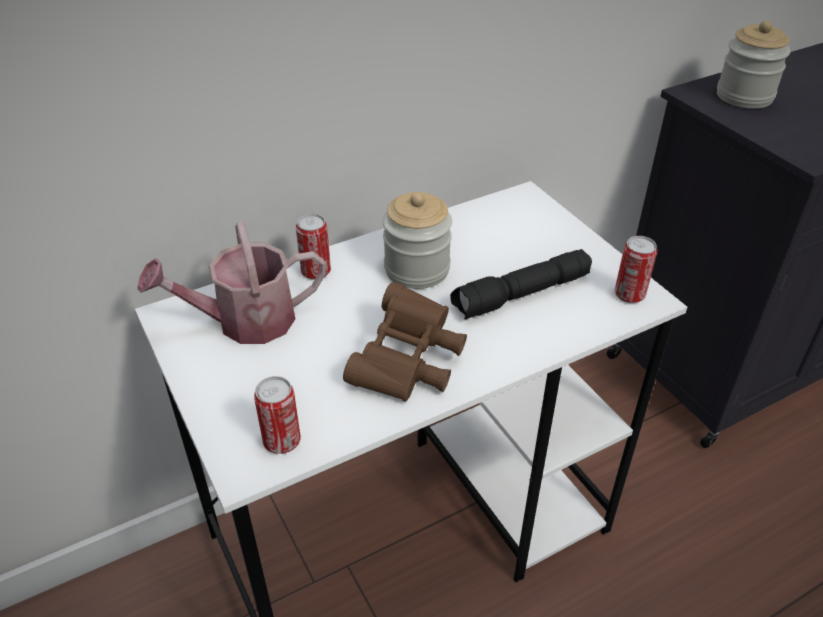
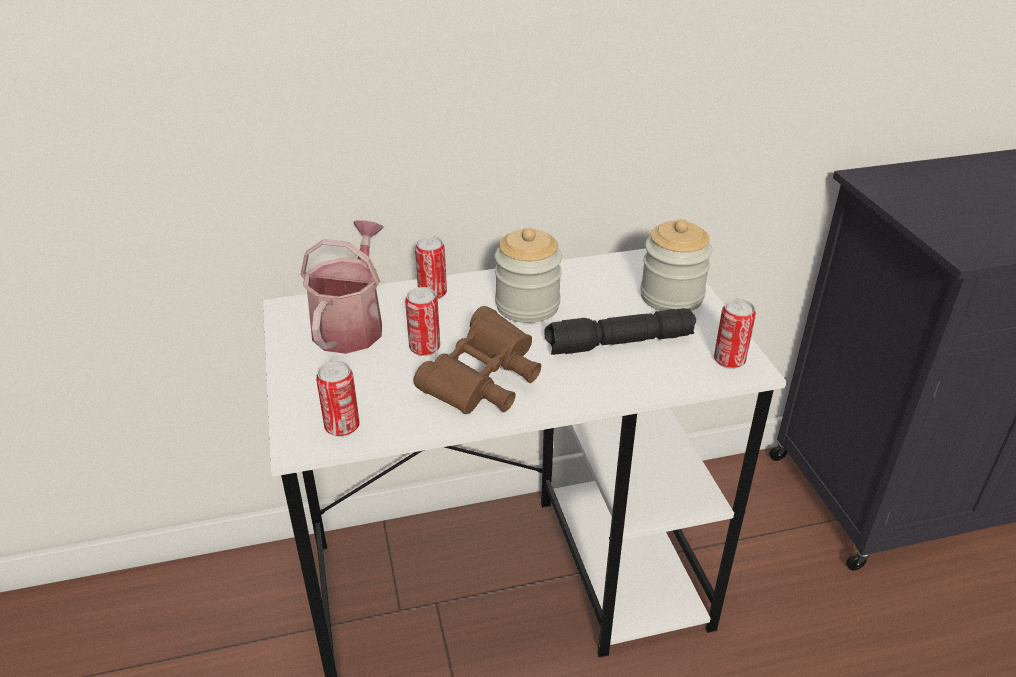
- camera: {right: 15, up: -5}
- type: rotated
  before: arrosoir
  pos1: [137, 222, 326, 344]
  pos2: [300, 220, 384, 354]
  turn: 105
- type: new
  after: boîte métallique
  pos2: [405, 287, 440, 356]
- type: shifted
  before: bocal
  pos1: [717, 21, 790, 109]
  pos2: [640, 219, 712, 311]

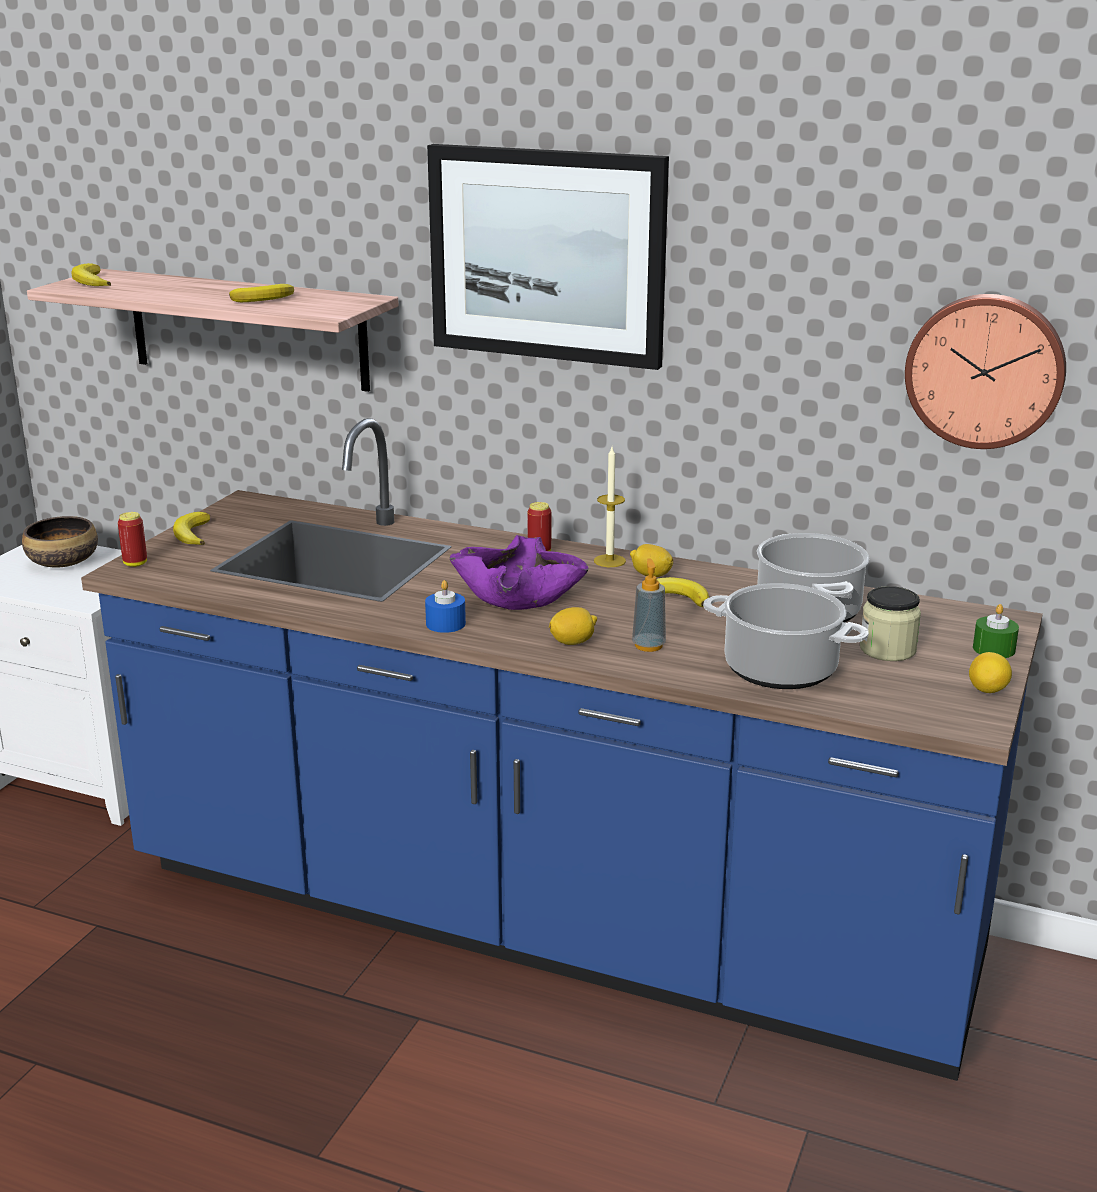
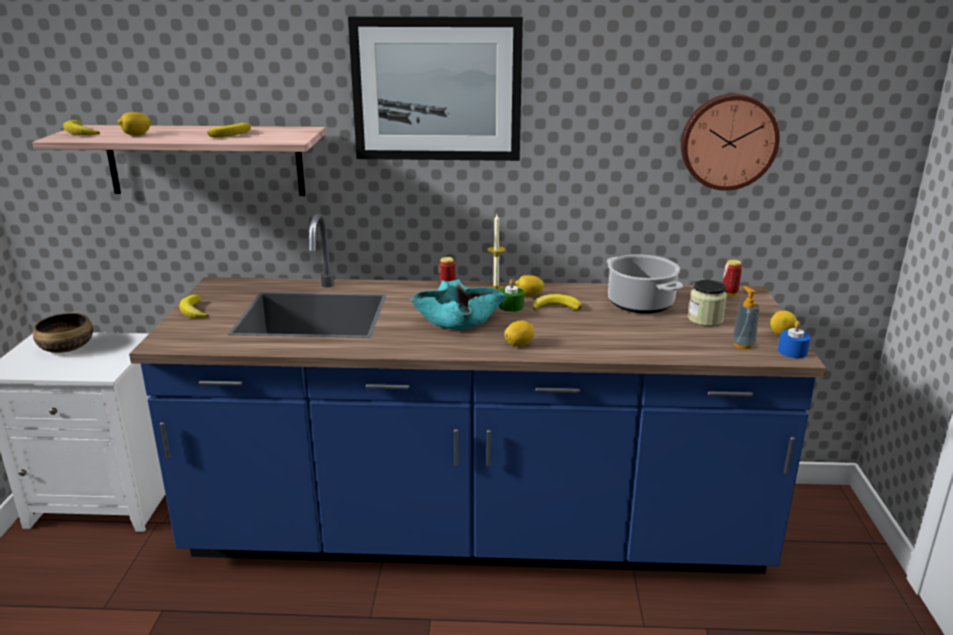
- camera: {right: -20, up: 0}
- type: new
  after: citron
  pos2: [118, 112, 151, 135]
- type: repainted
  before: bol [violet]
  after: bol [turquoise]
  pos1: [449, 535, 589, 610]
  pos2: [411, 279, 506, 330]
- type: shifted
  before: bougie [vert]
  pos1: [973, 604, 1019, 658]
  pos2: [499, 279, 524, 312]
- type: shifted
  before: boîte métallique
  pos1: [118, 512, 147, 567]
  pos2: [723, 260, 742, 296]
- type: shifted
  before: distributeur de savon
  pos1: [632, 558, 666, 652]
  pos2: [732, 286, 759, 349]
- type: shifted
  before: bougie [bleu]
  pos1: [425, 580, 466, 633]
  pos2: [778, 321, 811, 358]
- type: gone
  before: marmite
  pos1: [703, 583, 869, 689]

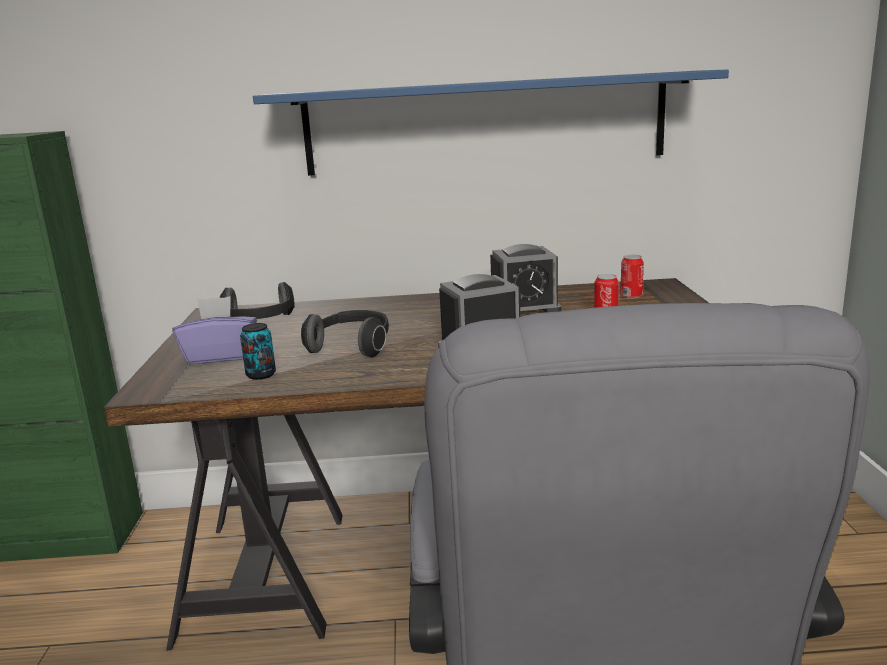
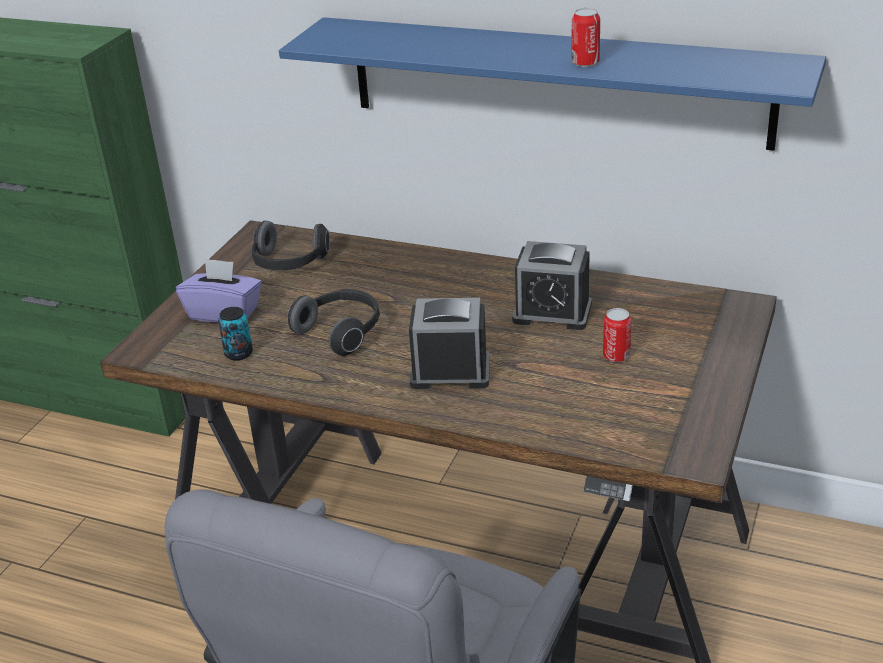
- camera: {right: 25, up: 15}
- type: shifted
  before: boîte métallique
  pos1: [620, 255, 644, 298]
  pos2: [571, 8, 600, 67]

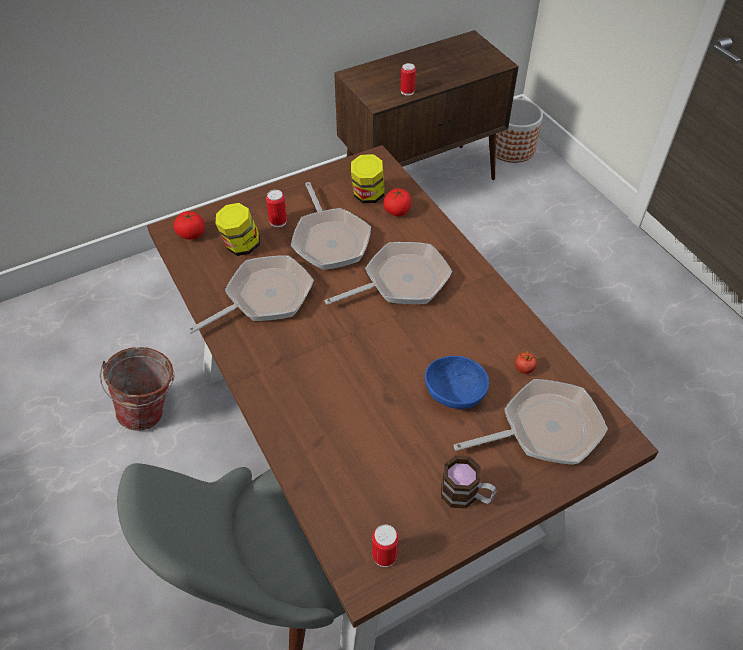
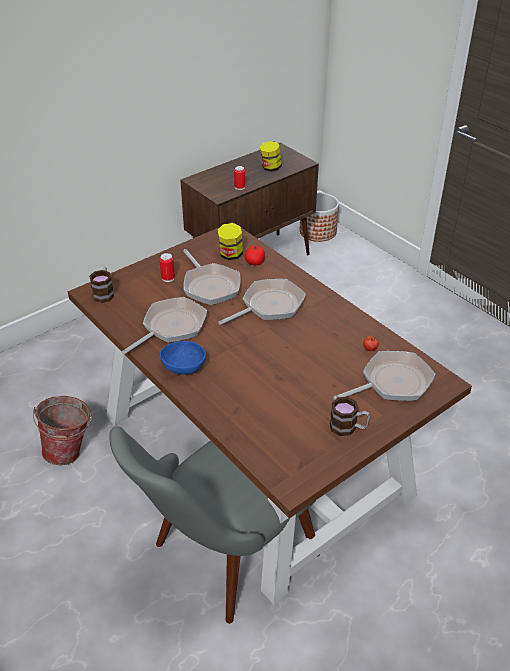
- camera: {right: -10, up: -10}
- type: swapped
  before: tomate
  after: mug
  pos1: [174, 211, 205, 240]
  pos2: [89, 267, 114, 303]
- type: shifted
  before: bol [bleu]
  pos1: [425, 356, 489, 409]
  pos2: [160, 341, 206, 375]
- type: shifted
  before: bocal
  pos1: [216, 203, 260, 256]
  pos2: [260, 141, 282, 172]
- type: gone
  before: boîte métallique
  pos1: [372, 525, 399, 567]

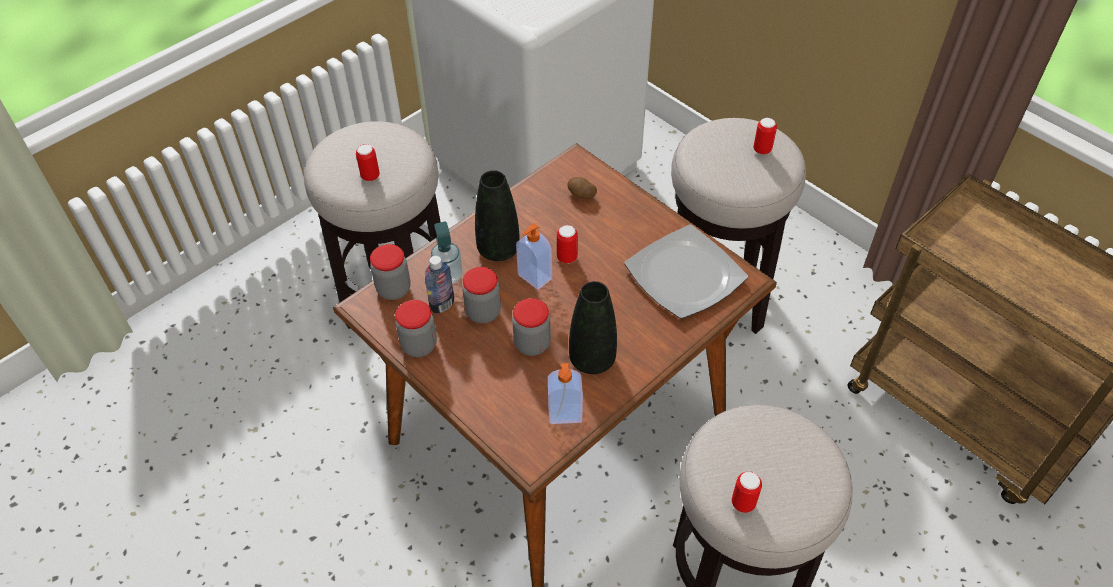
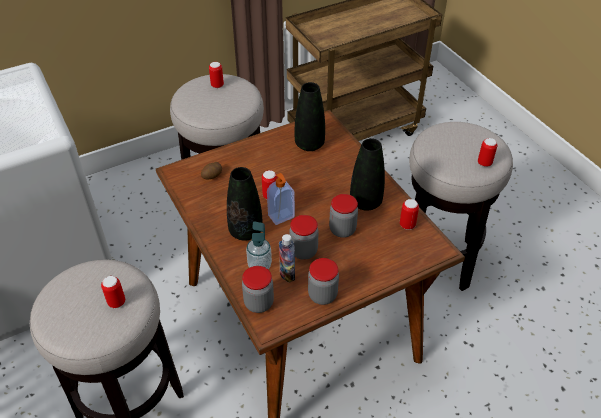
- camera: {right: -75, up: -5}
- type: swapped
  before: assiette
  after: vase [noir]
  pos1: [624, 224, 748, 319]
  pos2: [295, 82, 325, 151]
- type: swapped
  before: distributeur de savon
  after: boîte métallique
  pos1: [548, 363, 583, 424]
  pos2: [400, 199, 419, 230]

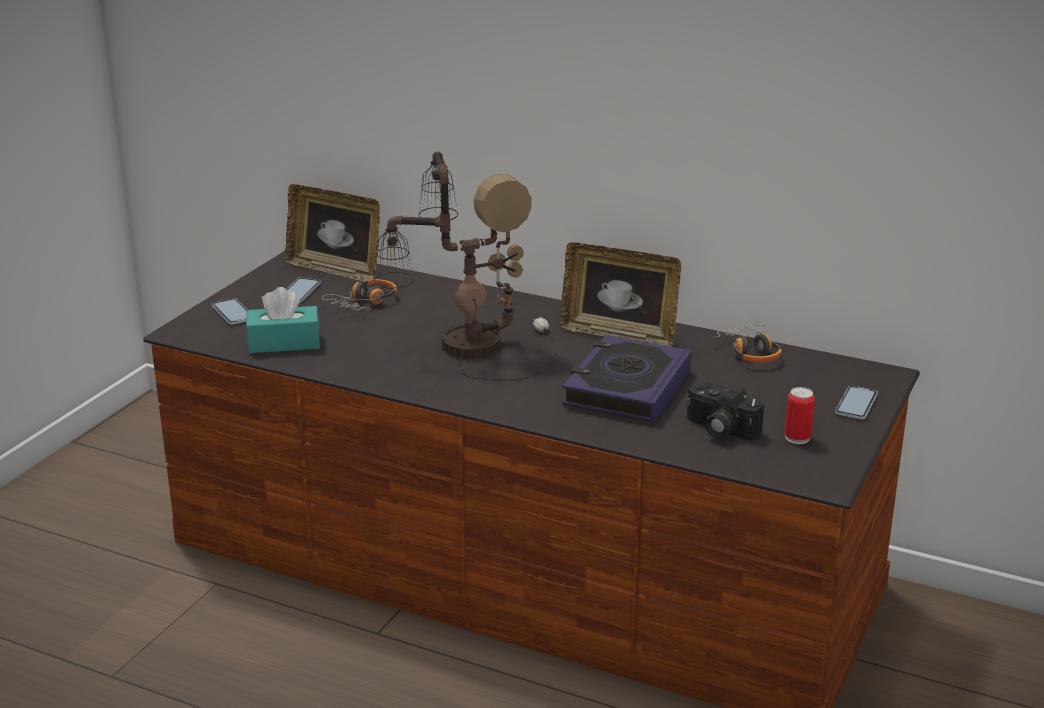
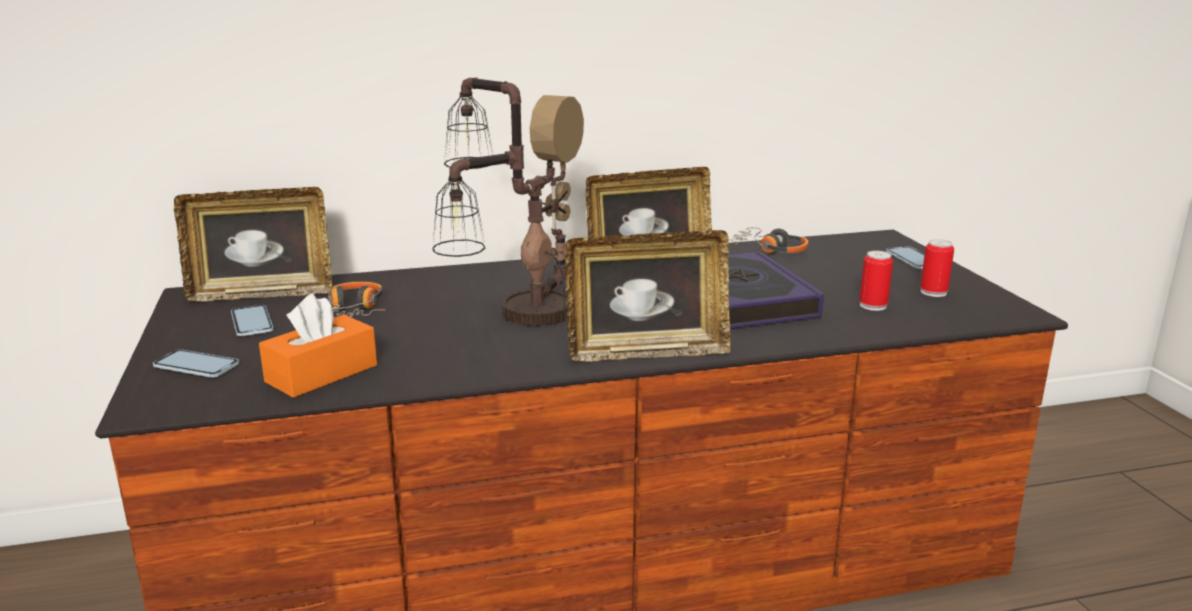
- camera: {right: -40, up: -5}
- type: repainted
  before: boîte à mouchoirs [turquoise]
  after: boîte à mouchoirs [orange]
  pos1: [246, 287, 320, 353]
  pos2: [259, 294, 377, 398]
- type: new
  after: cadre photo
  pos2: [565, 230, 731, 362]
- type: swapped
  before: appareil photo
  after: boîte métallique
  pos1: [686, 382, 764, 441]
  pos2: [859, 251, 893, 311]

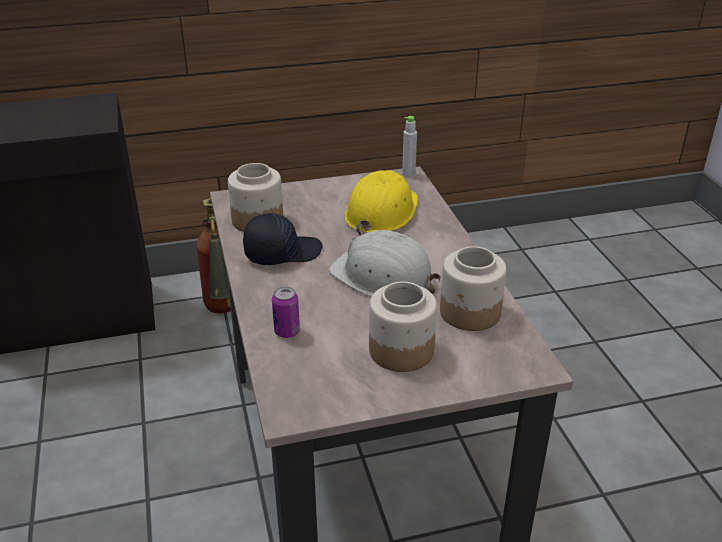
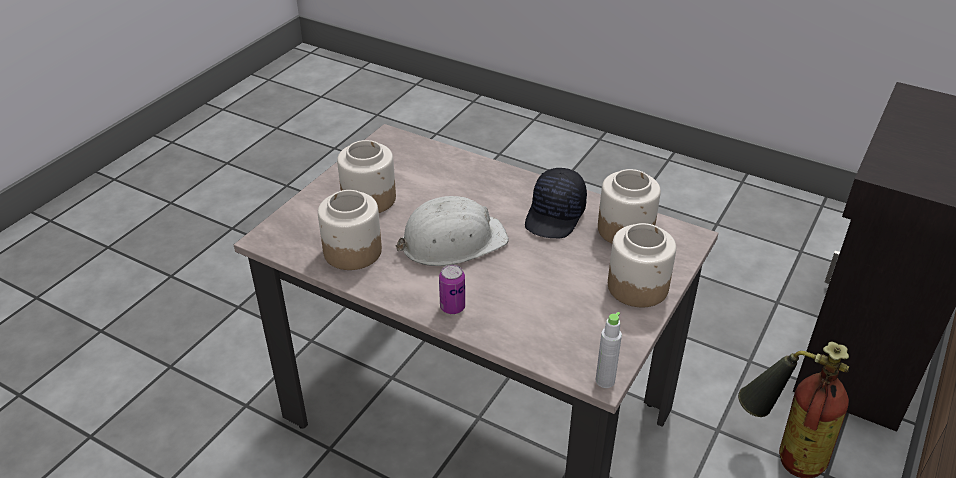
- camera: {right: 135, up: 5}
- type: shifted
  before: boîte métallique
  pos1: [272, 287, 300, 338]
  pos2: [439, 264, 465, 314]
- type: new
  after: bocal
  pos2: [608, 223, 676, 307]
- type: gone
  before: casque de chantier [jaune]
  pos1: [344, 170, 418, 235]

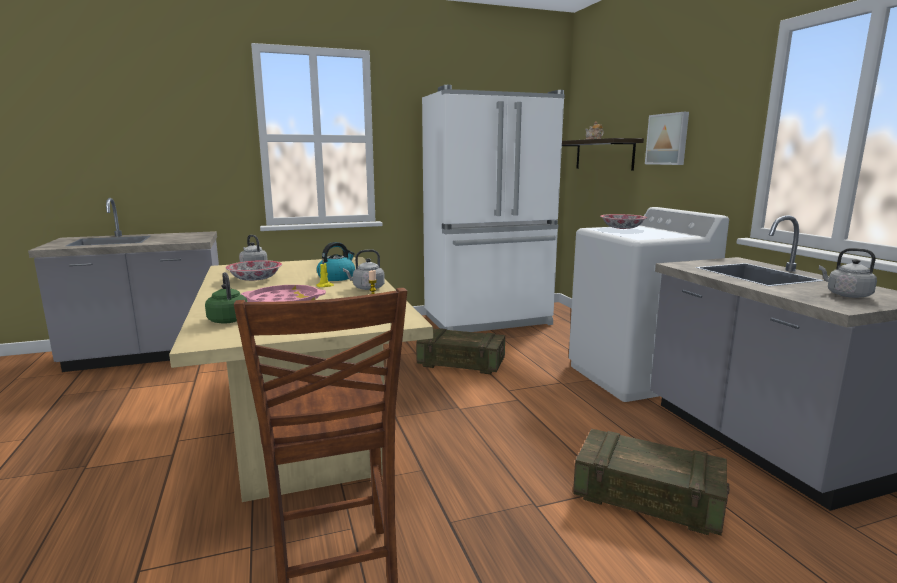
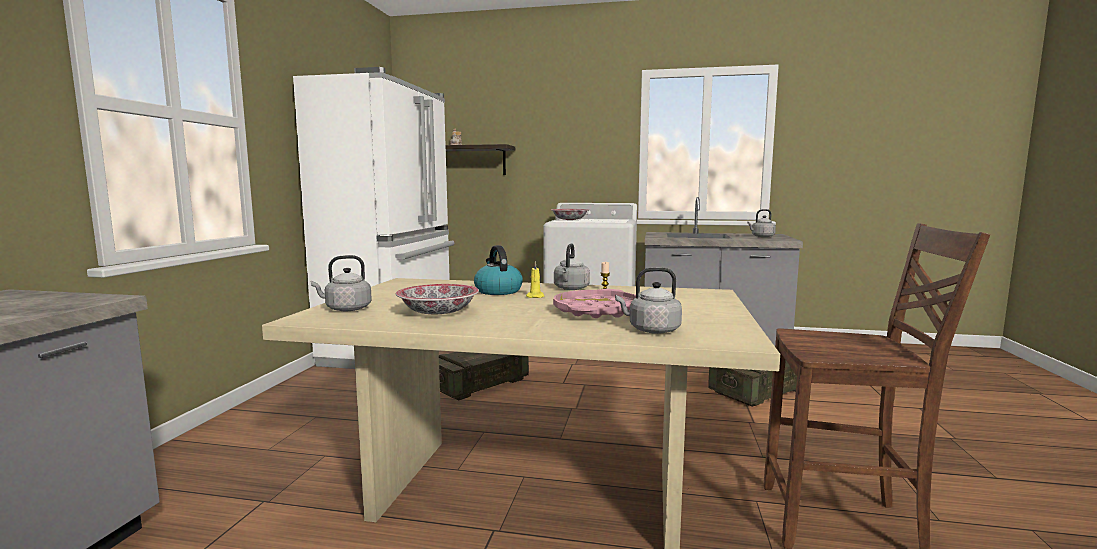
- camera: {right: -60, up: -5}
- type: repainted
  before: bouilloire [vert]
  after: bouilloire [gris]
  pos1: [205, 272, 247, 324]
  pos2: [615, 267, 682, 334]
- type: gone
  before: tableau
  pos1: [645, 112, 689, 165]

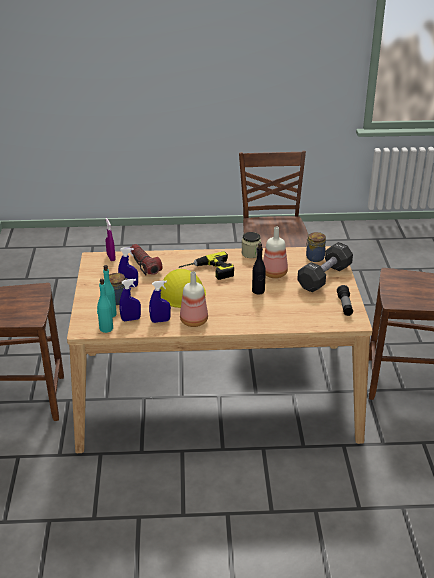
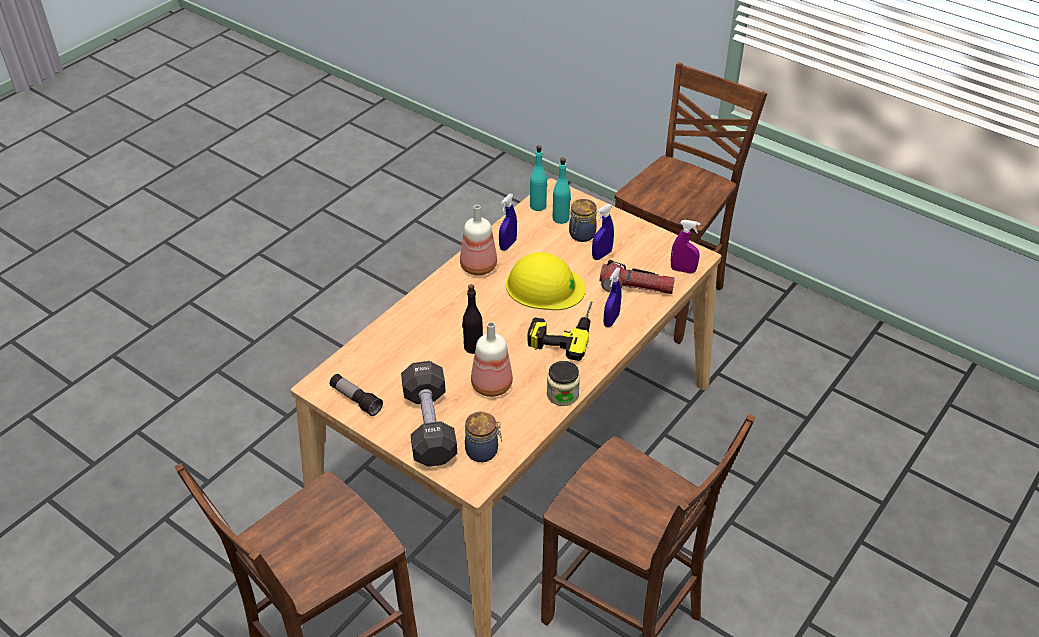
- camera: {right: 130, up: 10}
- type: shifted
  before: vaporisateur [bleu]
  pos1: [119, 279, 141, 321]
  pos2: [604, 267, 622, 327]

